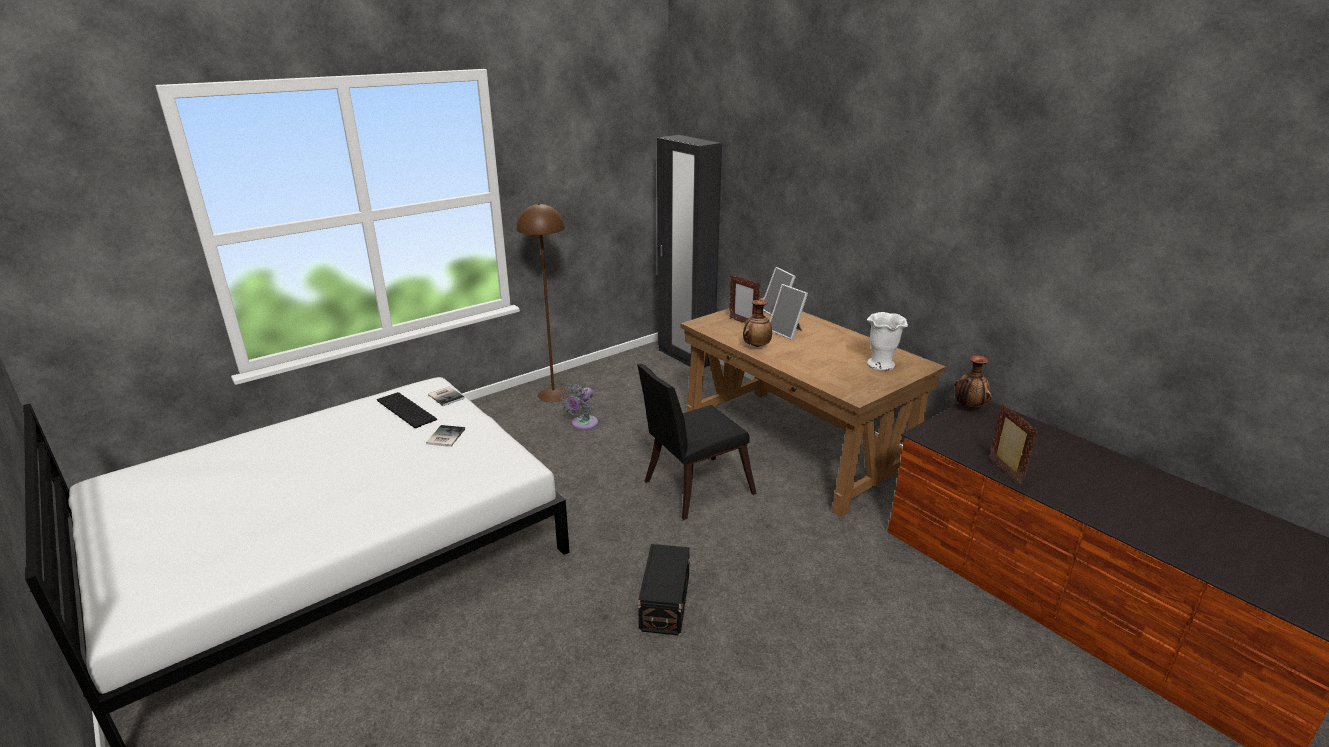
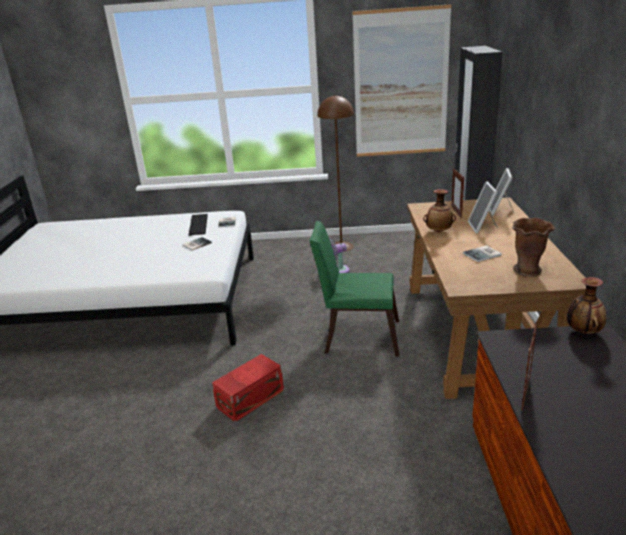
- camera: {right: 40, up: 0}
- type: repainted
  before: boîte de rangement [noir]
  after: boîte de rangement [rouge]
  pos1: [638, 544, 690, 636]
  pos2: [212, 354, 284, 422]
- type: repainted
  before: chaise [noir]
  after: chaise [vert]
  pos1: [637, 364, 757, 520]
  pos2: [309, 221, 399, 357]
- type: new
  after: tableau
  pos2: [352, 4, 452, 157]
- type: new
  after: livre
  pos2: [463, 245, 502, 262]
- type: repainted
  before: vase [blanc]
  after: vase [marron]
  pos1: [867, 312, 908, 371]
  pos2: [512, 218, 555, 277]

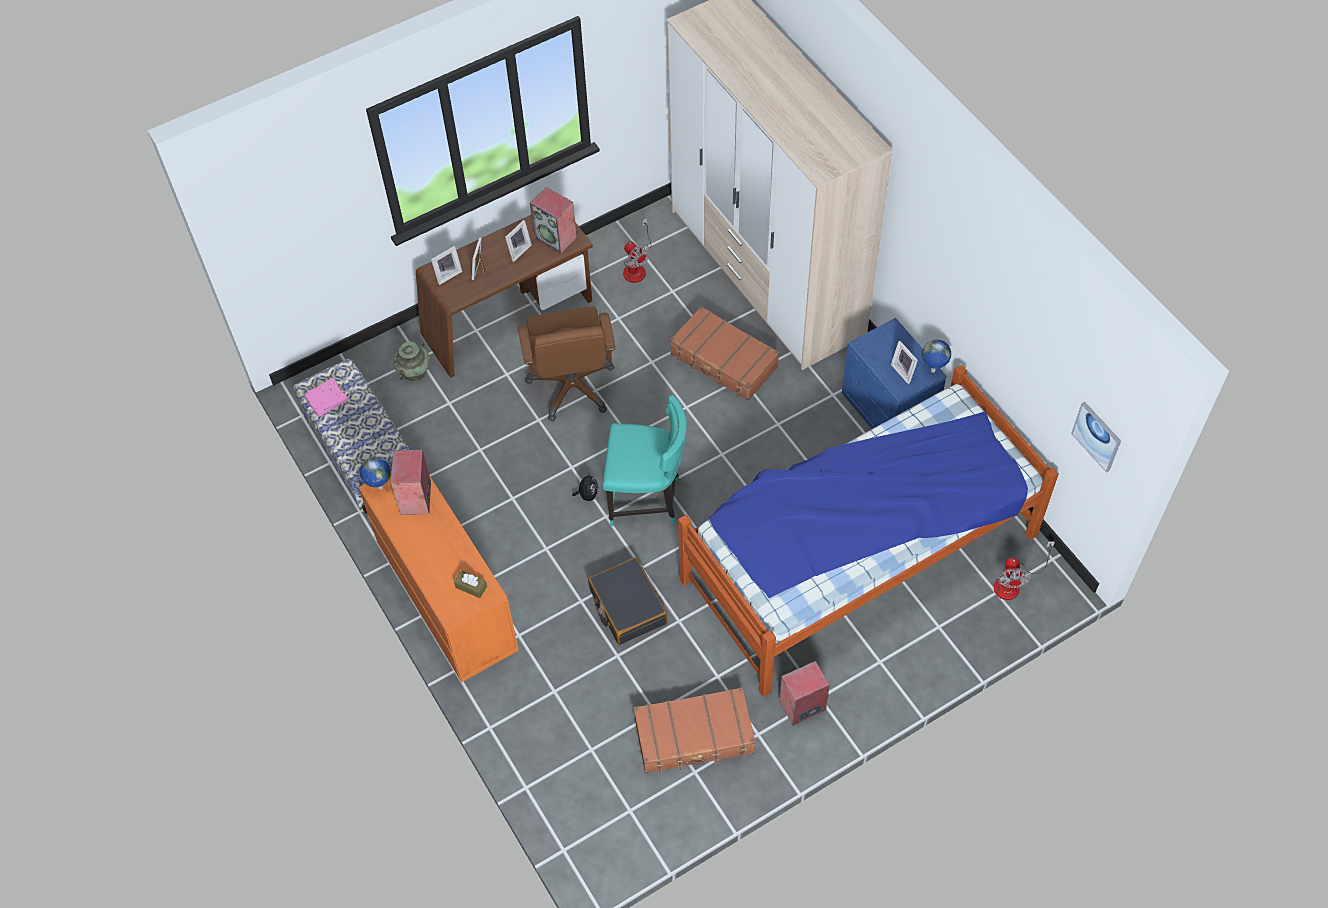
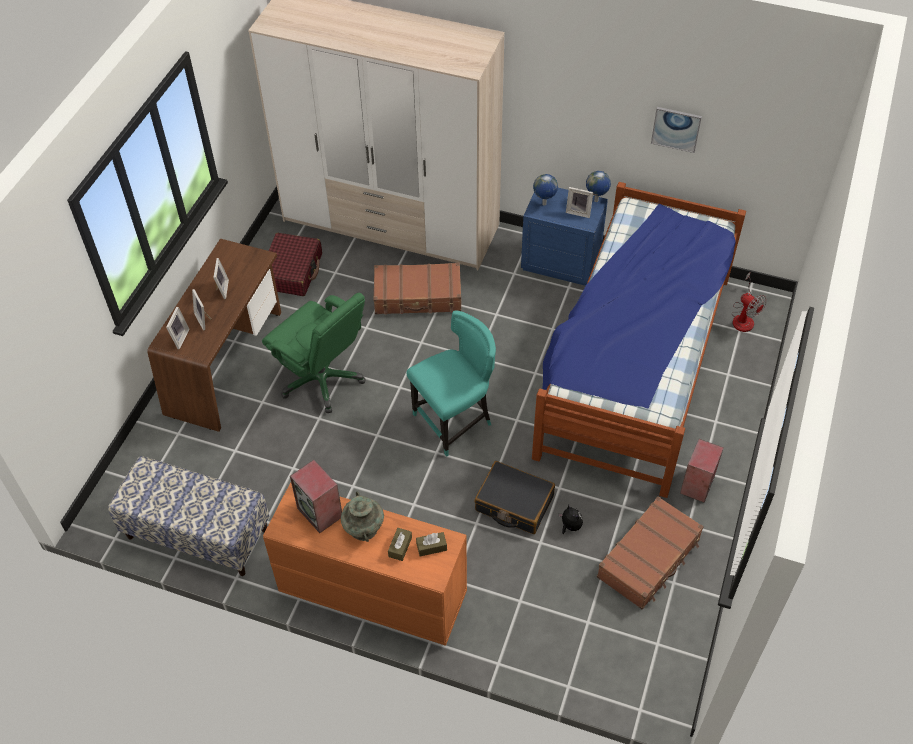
- camera: {right: -40, up: -5}
- type: repainted
  before: chaise de bureau [marron]
  after: chaise de bureau [vert]
  pos1: [518, 306, 616, 421]
  pos2: [262, 293, 366, 413]
- type: swapped
  before: ventilateur
  after: valise [rouge]
  pos1: [623, 218, 651, 283]
  pos2: [269, 233, 322, 296]
- type: shifted
  before: vase [turquoise]
  pos1: [393, 341, 430, 382]
  pos2: [341, 491, 384, 542]
- type: new
  after: boîte à mouchoirs [marron]
  pos2: [388, 528, 412, 561]
- type: shifted
  before: globe
  pos1: [360, 456, 391, 490]
  pos2: [533, 174, 558, 205]
- type: shifted
  before: peluche
  pos1: [572, 474, 599, 501]
  pos2: [558, 505, 583, 534]
- type: shifted
  before: tableau
  pos1: [1071, 401, 1121, 473]
  pos2: [651, 107, 702, 153]
- type: gone
  before: livre [rose]
  pos1: [303, 378, 349, 417]
- type: gone
  before: enceinte
  pos1: [530, 187, 577, 254]

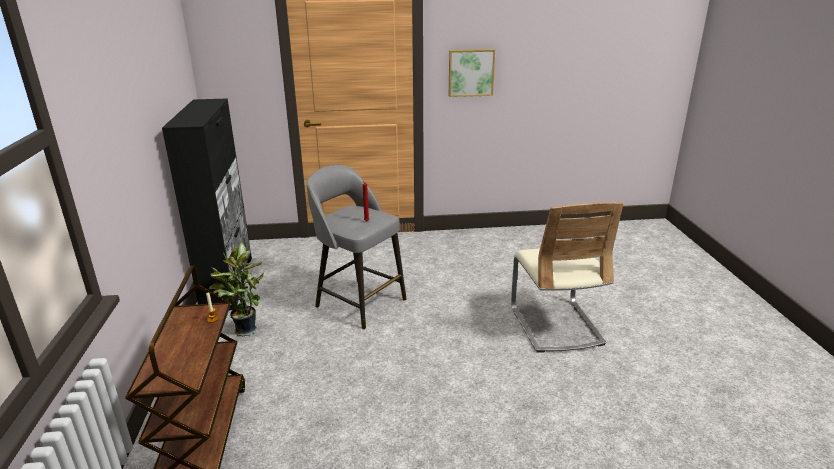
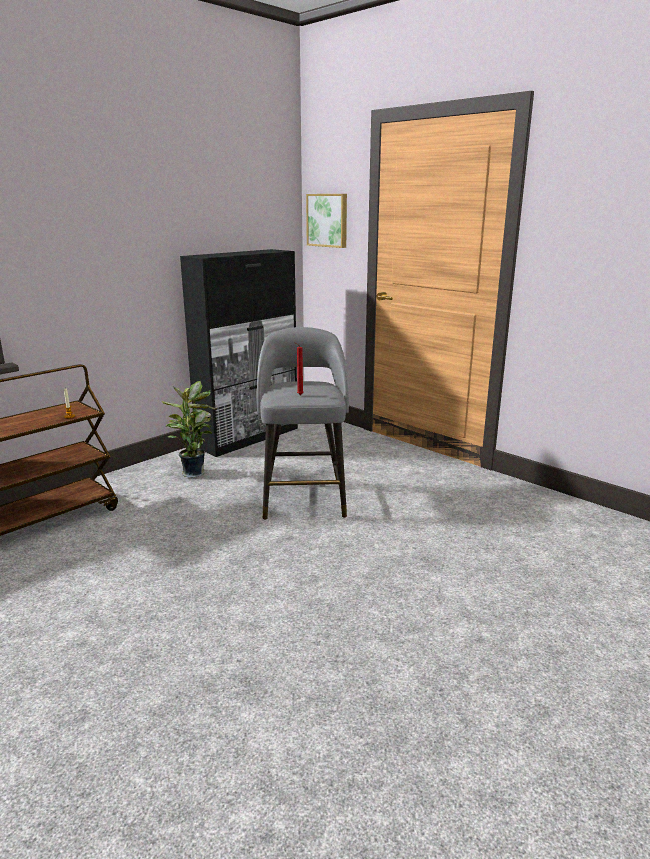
- camera: {right: 50, up: -5}
- type: shifted
  before: tableau
  pos1: [449, 49, 495, 97]
  pos2: [306, 194, 347, 248]
- type: gone
  before: chaise [beige]
  pos1: [511, 202, 623, 352]

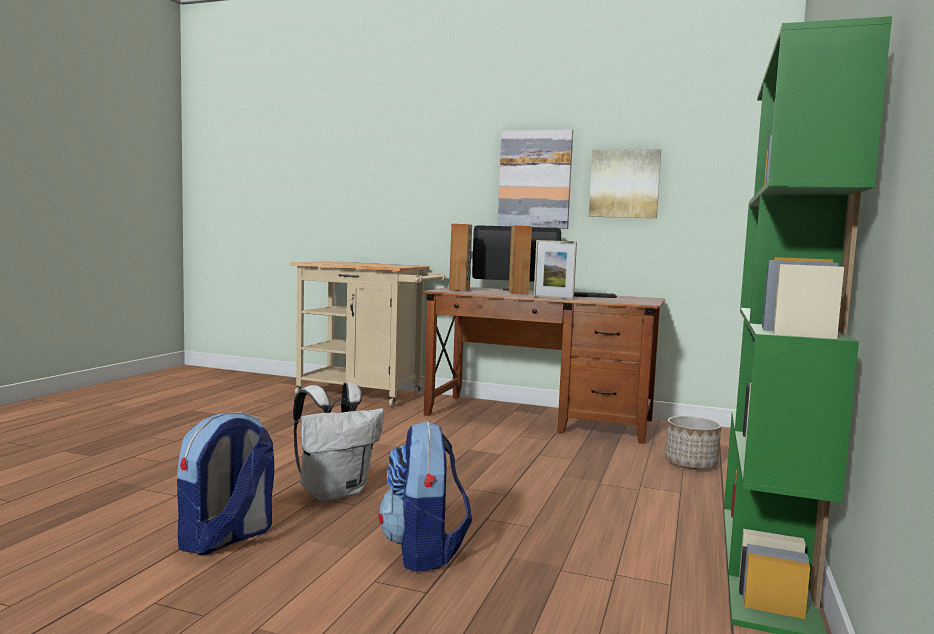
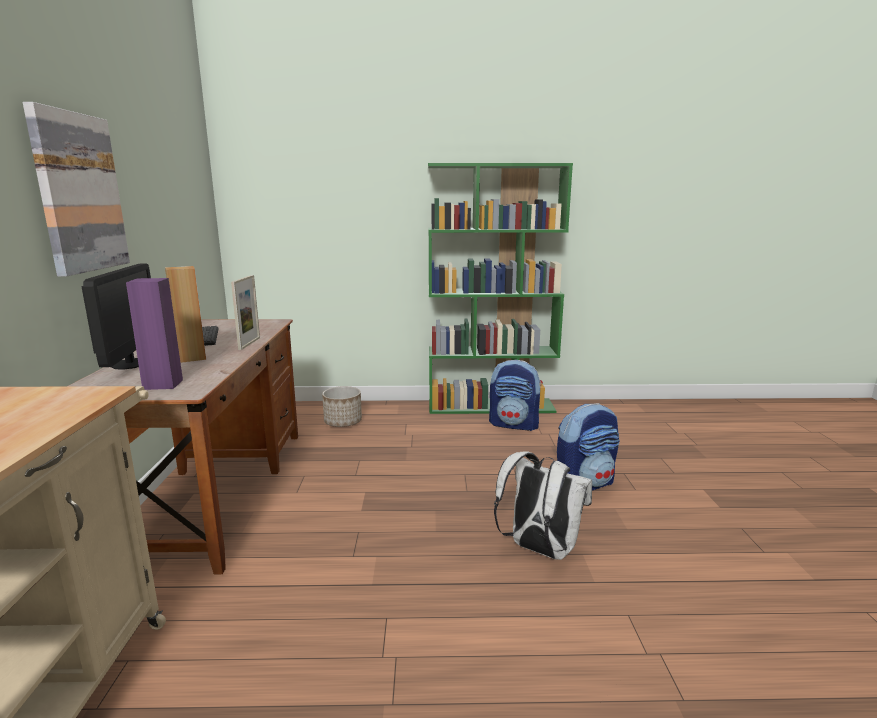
- camera: {right: -110, up: 10}
- type: repainted
  before: enceinte [marron]
  after: enceinte [violet]
  pos1: [449, 224, 472, 291]
  pos2: [126, 278, 183, 390]
- type: shifted
  before: sac à dos
  pos1: [177, 412, 274, 555]
  pos2: [489, 360, 543, 431]
- type: gone
  before: tableau
  pos1: [589, 149, 661, 218]

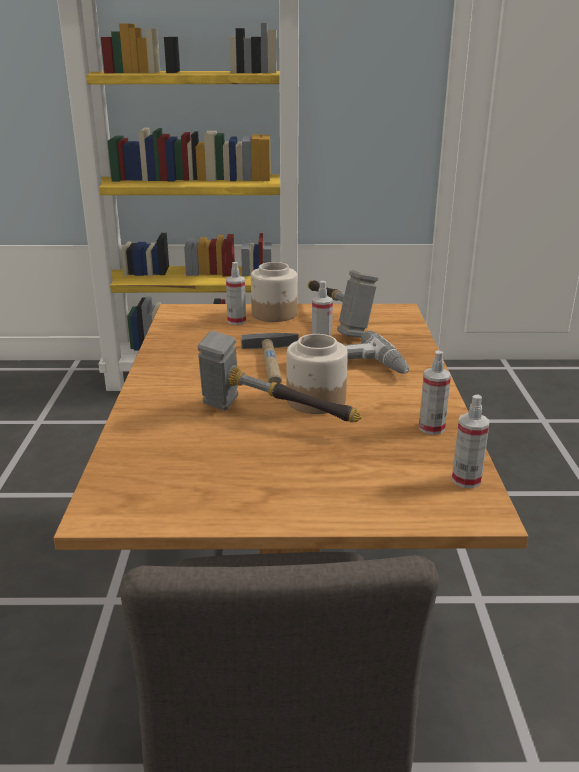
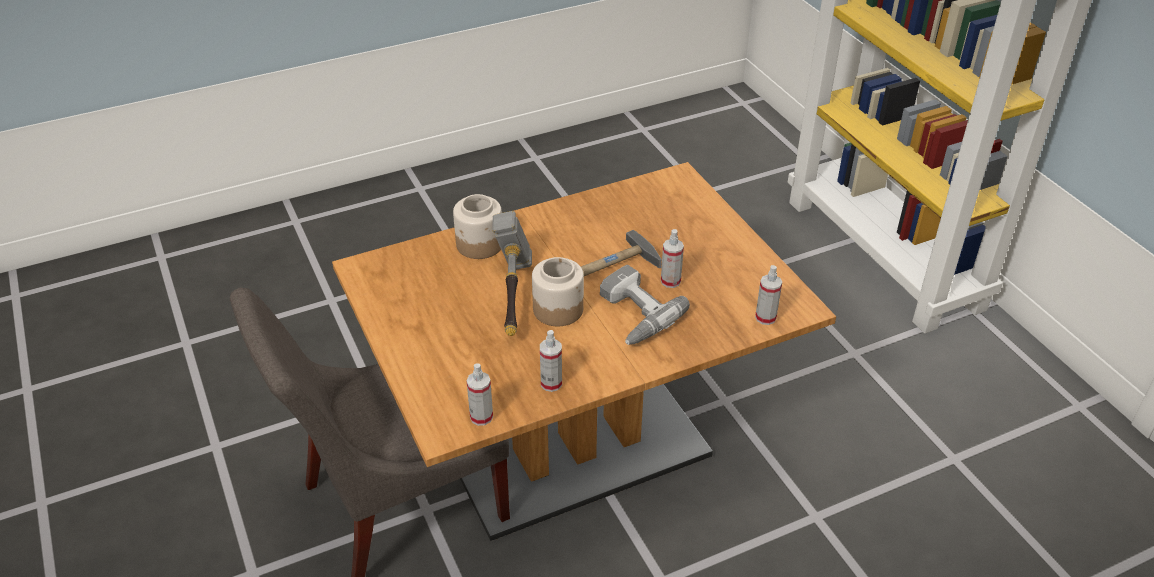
- camera: {right: 65, up: 15}
- type: shifted
  before: bocal
  pos1: [251, 262, 297, 322]
  pos2: [453, 194, 502, 259]
- type: shifted
  before: vaporisateur
  pos1: [226, 262, 246, 325]
  pos2: [755, 265, 782, 325]
- type: gone
  before: marteau
  pos1: [308, 270, 378, 338]

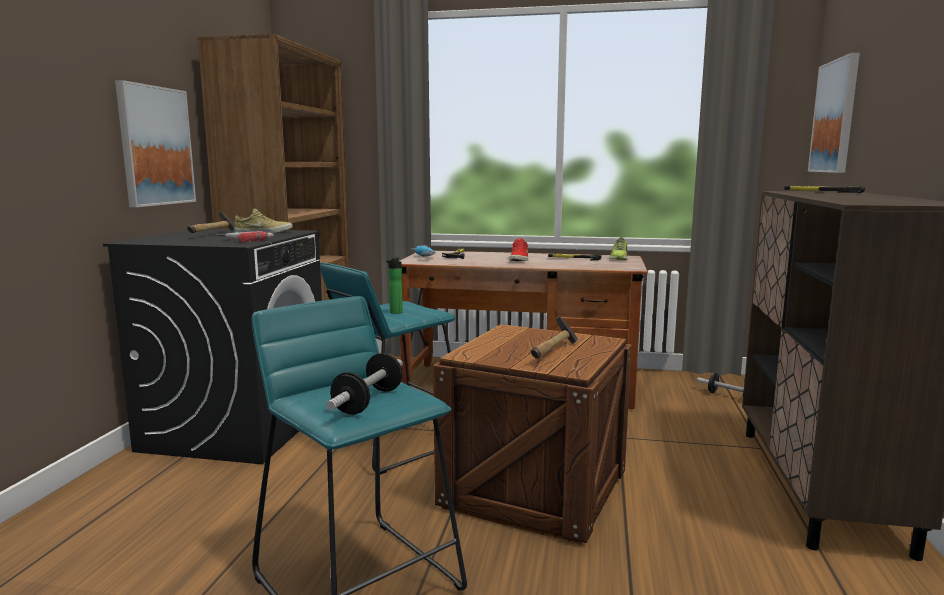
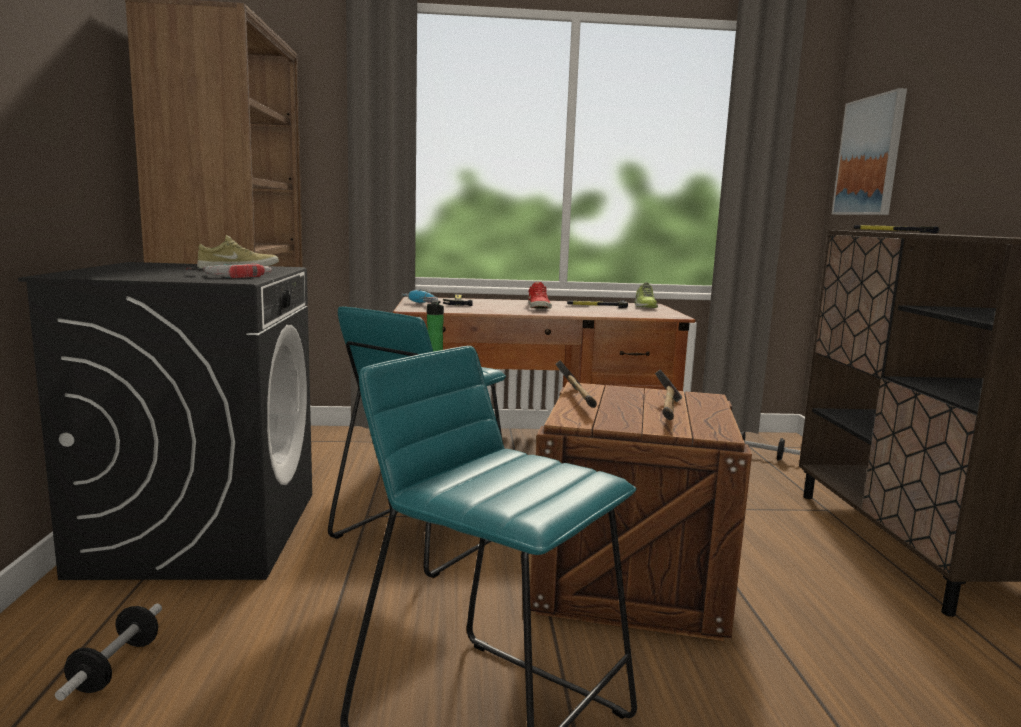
- camera: {right: -15, up: 0}
- type: shifted
  before: haltère
  pos1: [326, 353, 403, 414]
  pos2: [55, 604, 162, 701]
- type: shifted
  before: marteau
  pos1: [187, 211, 235, 233]
  pos2: [555, 360, 597, 408]
- type: gone
  before: tableau
  pos1: [115, 80, 196, 207]

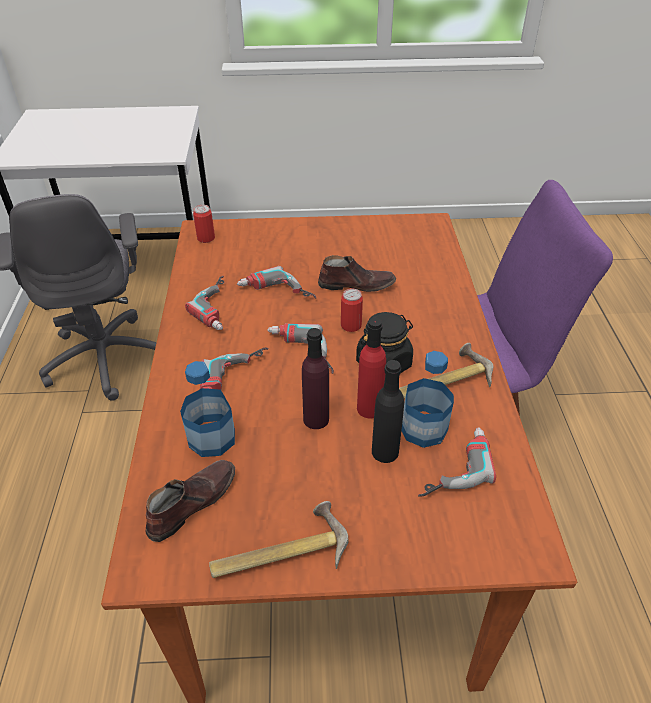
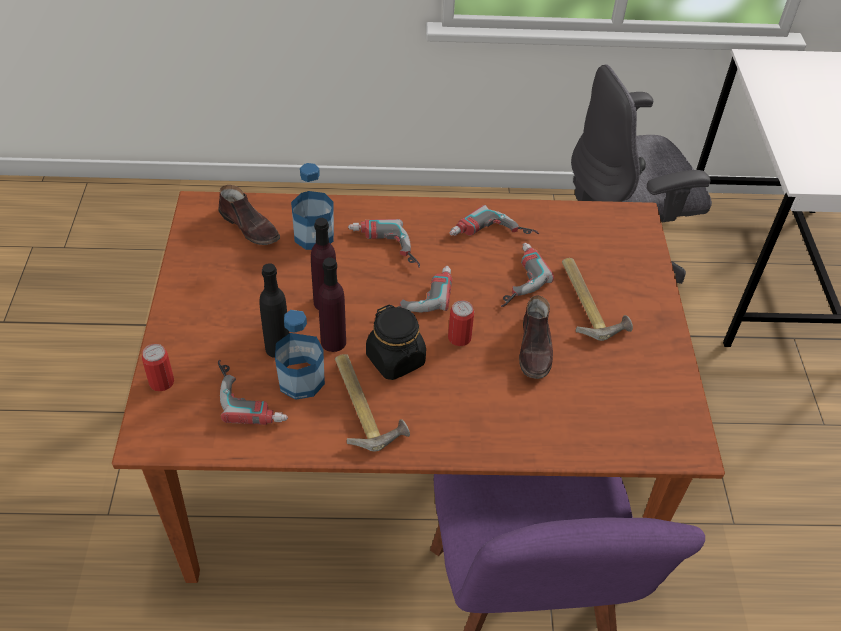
- camera: {right: 90, up: 5}
- type: shifted
  before: boîte métallique
  pos1: [193, 205, 215, 243]
  pos2: [142, 344, 174, 391]
- type: repainted
  before: bouteille [rouge]
  after: bouteille [violet]
  pos1: [357, 318, 386, 419]
  pos2: [318, 257, 346, 352]
- type: shifted
  before: marteau
  pos1: [209, 501, 349, 578]
  pos2: [562, 258, 633, 341]

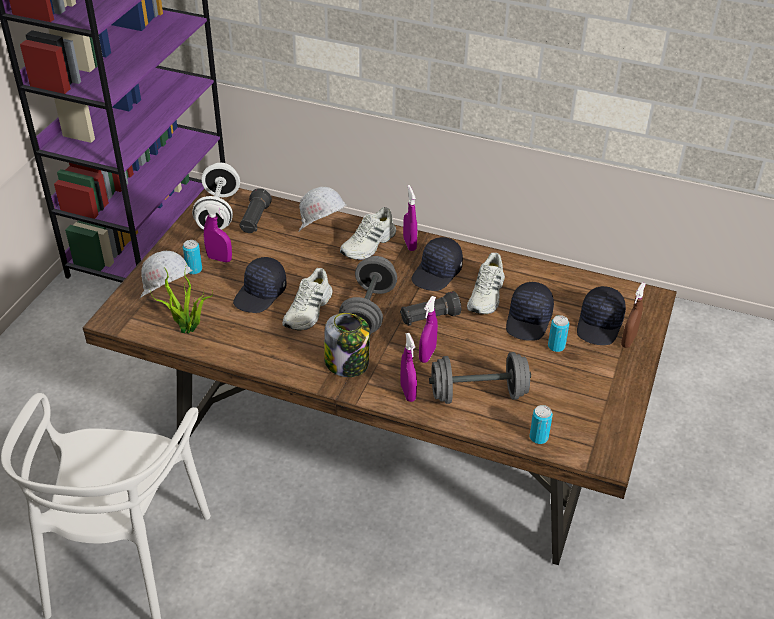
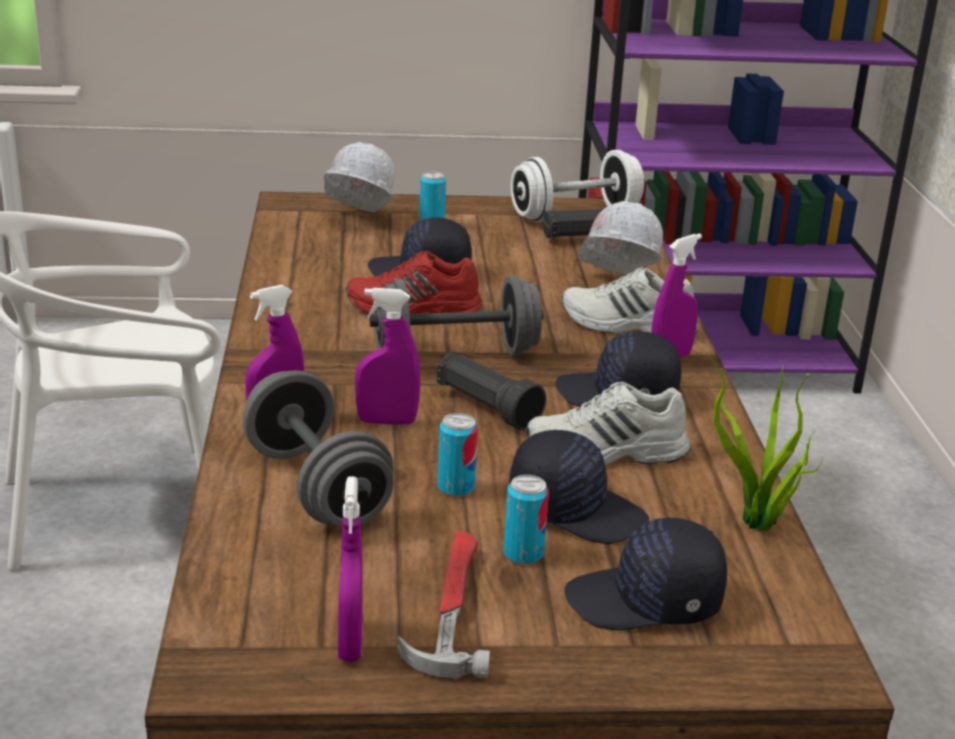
- camera: {right: 65, up: -15}
- type: shifted
  before: vaporisateur [violet]
  pos1: [204, 204, 232, 262]
  pos2: [338, 476, 363, 662]
- type: repainted
  before: chaussure [blanc]
  after: chaussure [rouge]
  pos1: [282, 268, 333, 330]
  pos2: [346, 251, 484, 316]
- type: new
  after: marteau
  pos2: [397, 531, 490, 678]
- type: shifted
  before: boîte métallique
  pos1: [530, 405, 553, 444]
  pos2: [438, 413, 478, 497]
- type: rotated
  before: casquette [noir]
  pos1: [506, 282, 554, 341]
  pos2: [509, 430, 649, 544]
  turn: -150
- type: shifted
  before: plante en pot
  pos1: [150, 264, 213, 334]
  pos2: [708, 355, 823, 532]
- type: gone
  before: bocal
  pos1: [324, 313, 370, 377]
- type: gone
  before: vaporisateur [marron]
  pos1: [621, 282, 646, 348]

